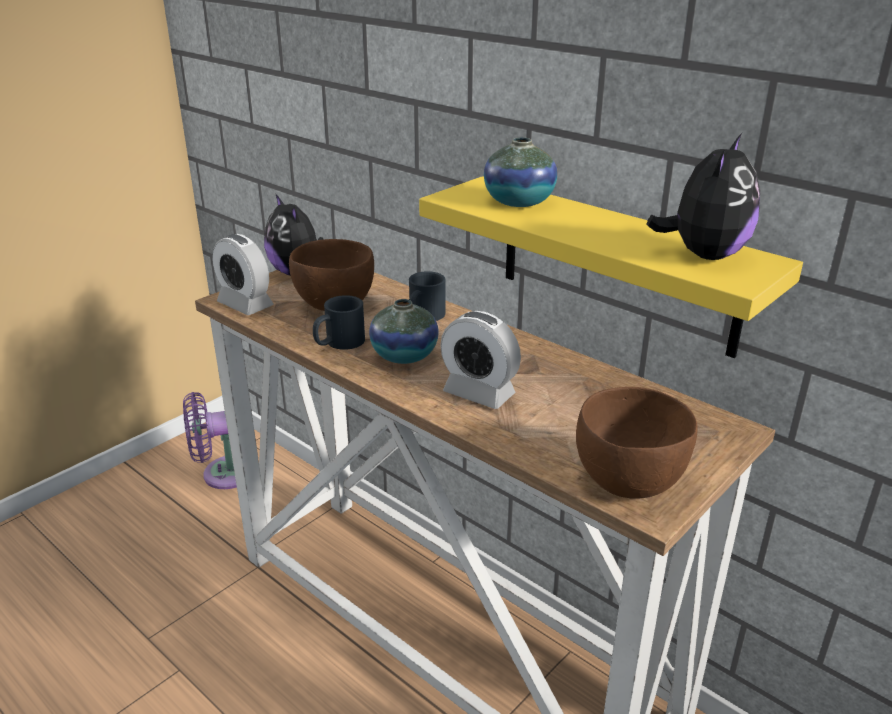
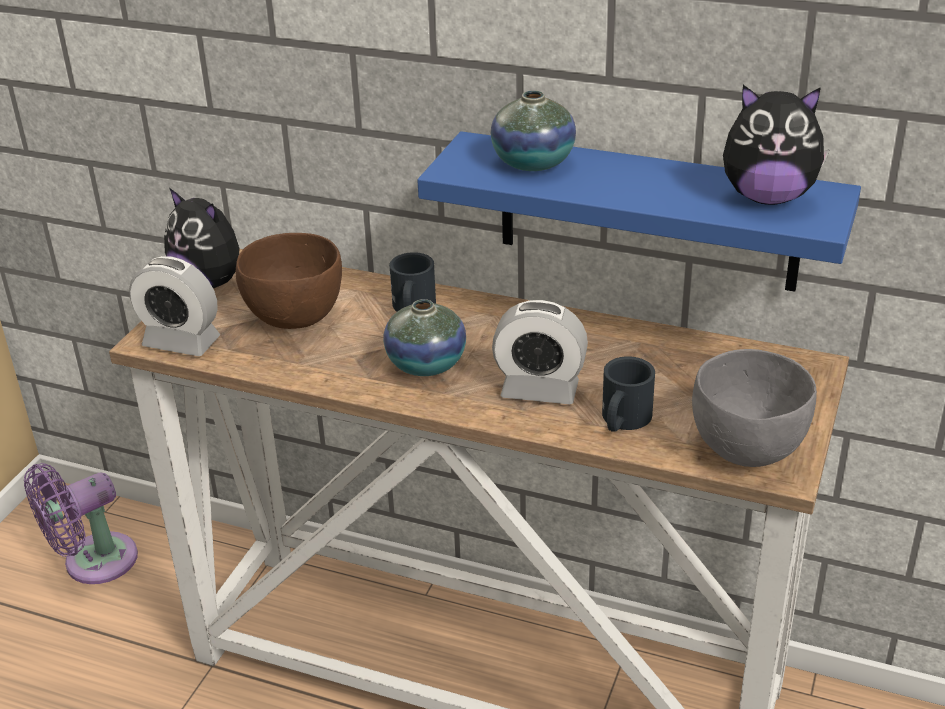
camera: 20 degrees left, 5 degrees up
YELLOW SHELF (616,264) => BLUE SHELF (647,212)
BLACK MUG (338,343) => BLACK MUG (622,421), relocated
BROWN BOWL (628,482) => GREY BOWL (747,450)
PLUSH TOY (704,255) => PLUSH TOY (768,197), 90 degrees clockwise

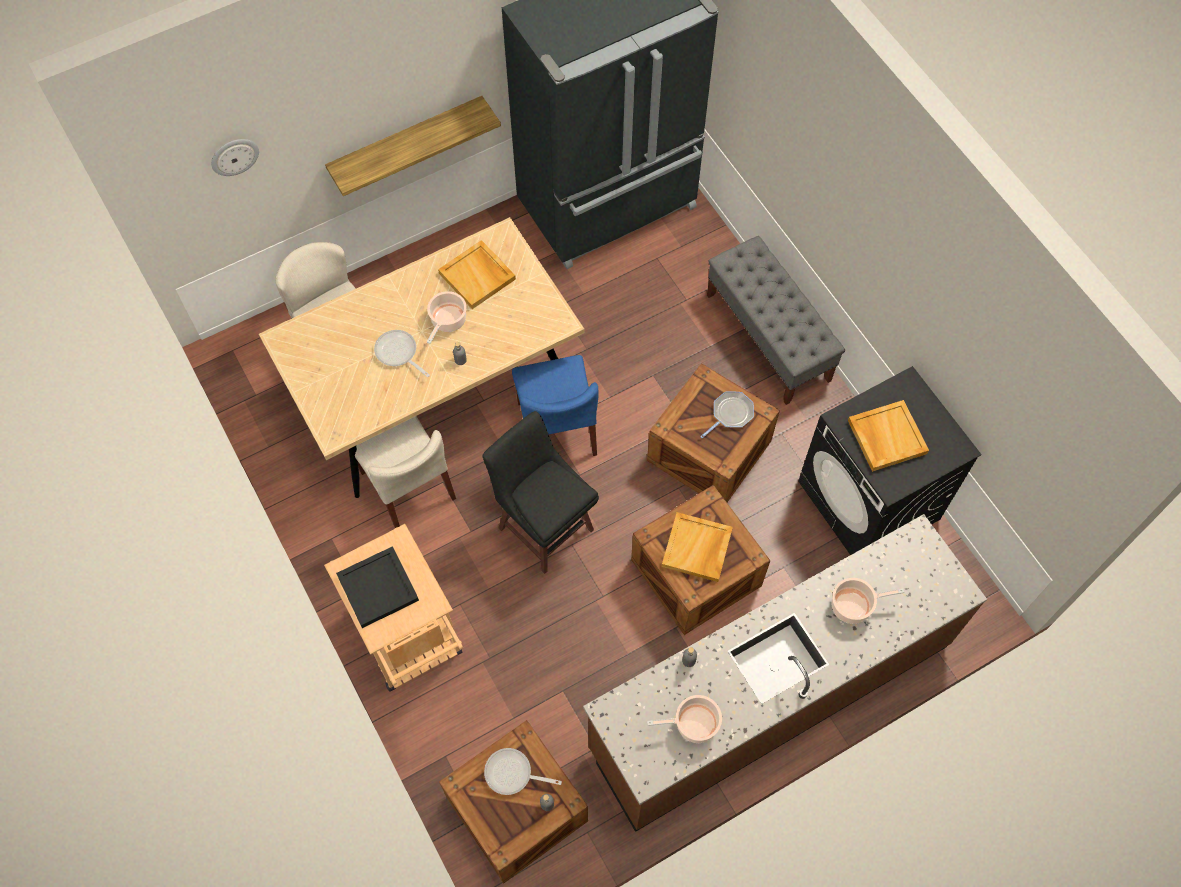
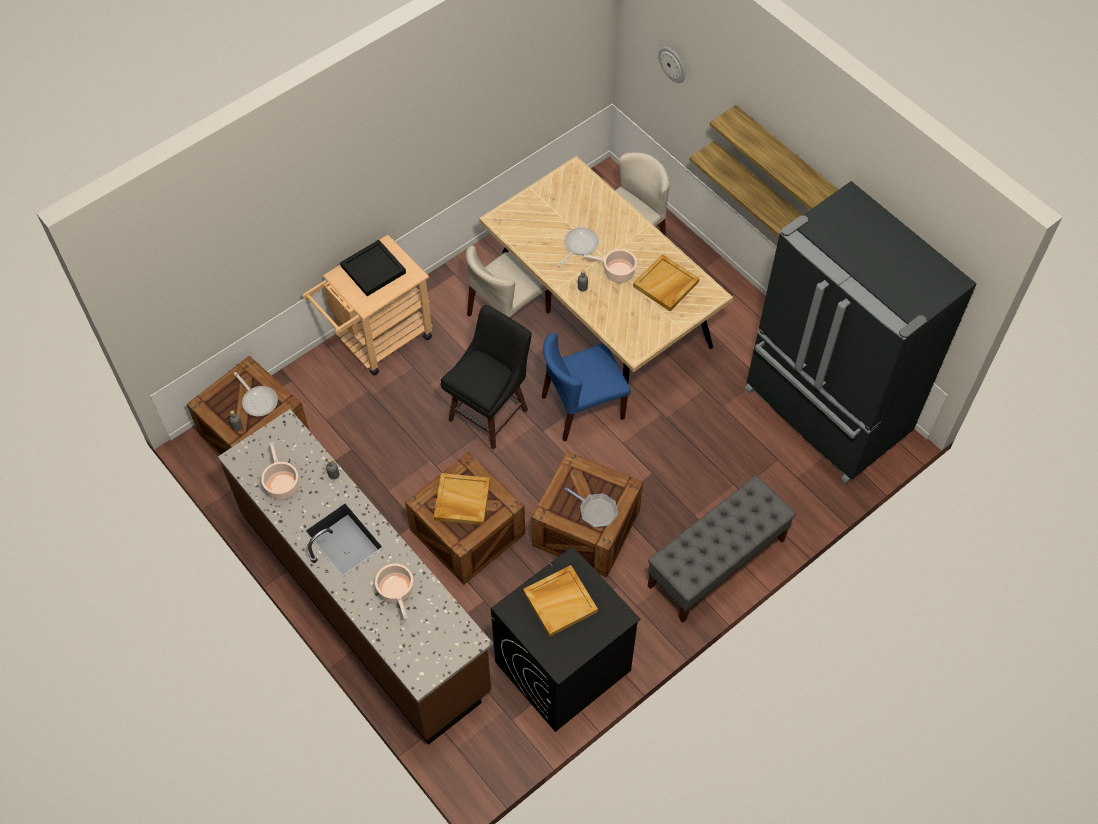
camera: 80 degrees right, 5 degrees down
FRYING PAN (512,774) => FRYING PAN (258,400), 135 degrees clockwise
nothing => SHELF (788,161)

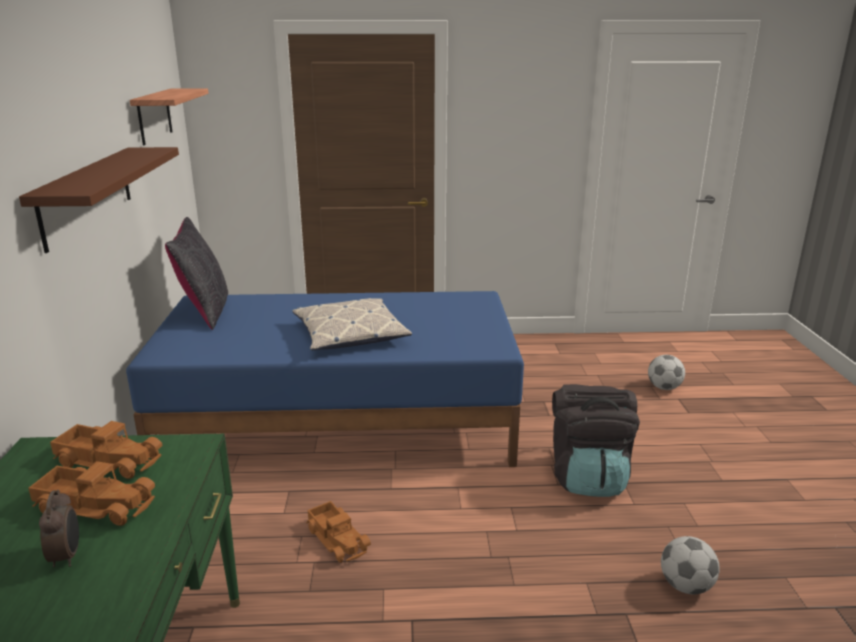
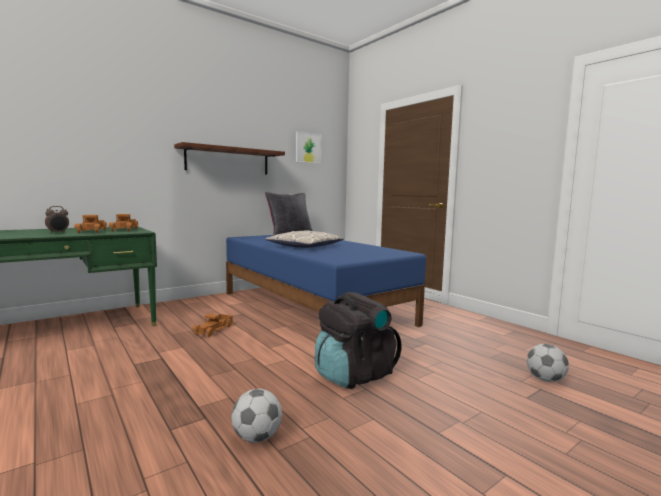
camera: 55 degrees right, 15 degrees down
SHELF (154,116) => PICTURE (308,148)

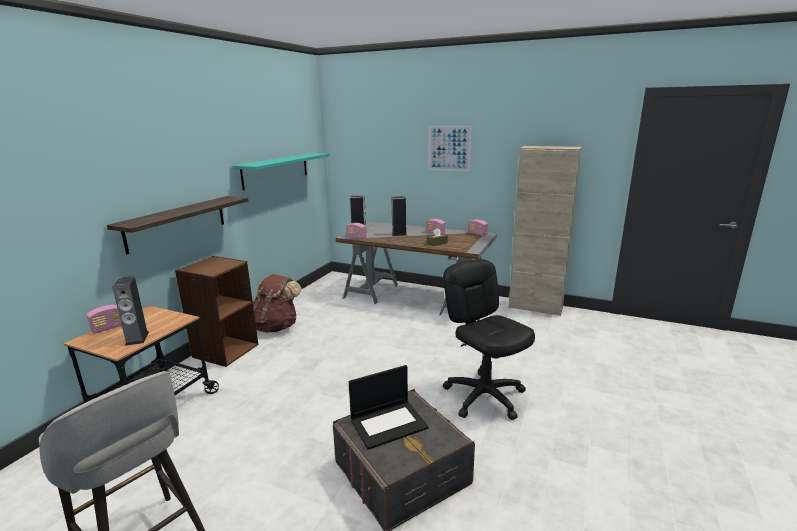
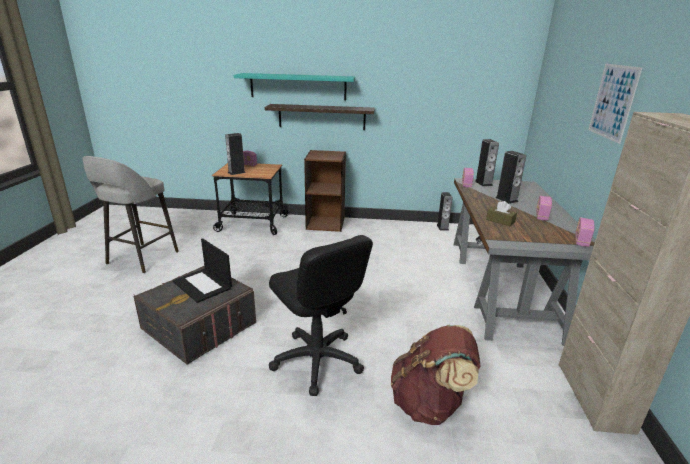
camera: 70 degrees right, 5 degrees up
TURQUOISE SHELF (276,170) => TURQUOISE SHELF (298,86), relocated
BLACK OFFICE CHAIR (484,396) => BLACK OFFICE CHAIR (317,361), 105 degrees clockwise
BROWN BACKPACK (276,327) => BROWN BACKPACK (430,404), relocated
nothing => SPEAKER (442,227)

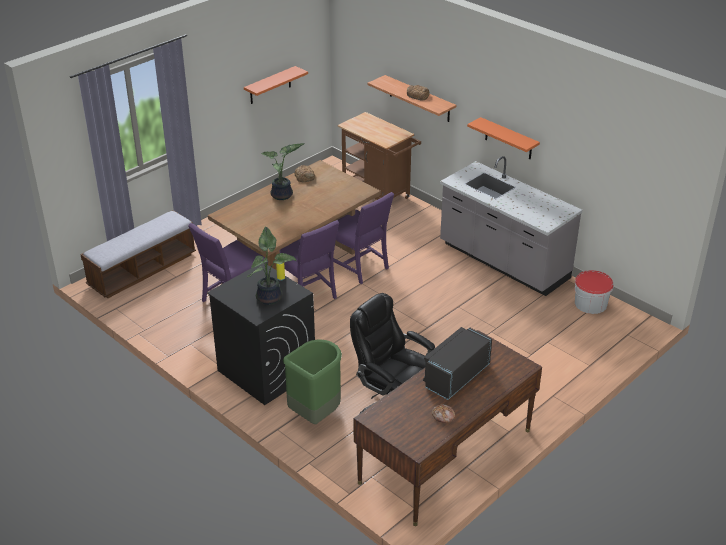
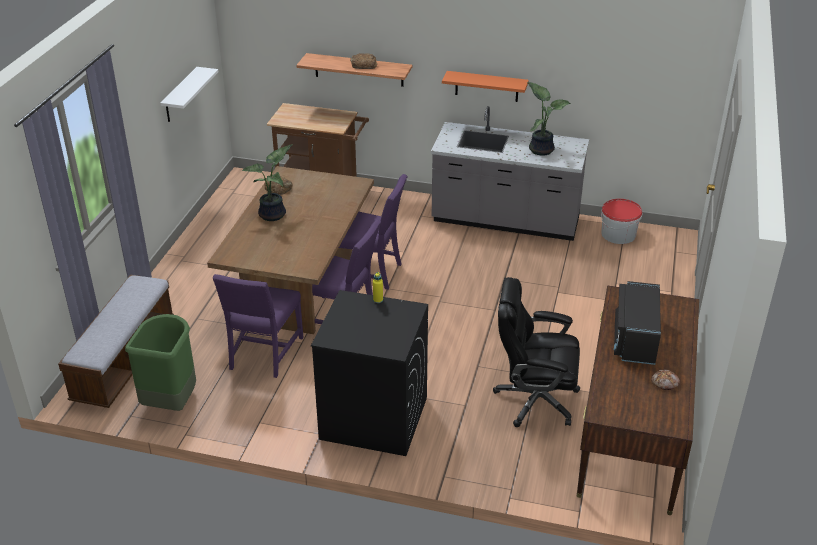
camera: 30 degrees left, 0 degrees up
GREEN TRASH CAN (315,414) => GREEN TRASH CAN (171,402), relocated
ORANGE SHELF (270,85) => WHITE SHELF (180,95)
POTTED PLANT (270,297) => POTTED PLANT (541,149), relocated

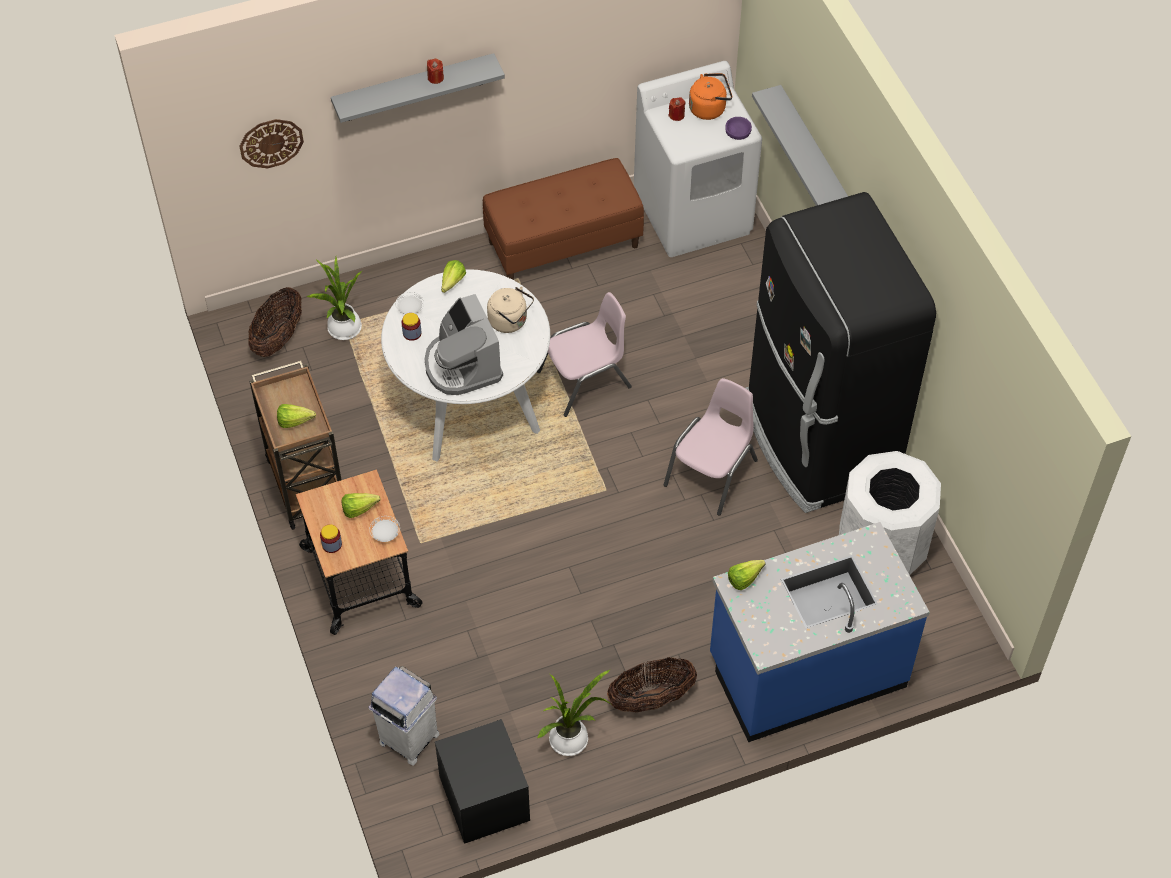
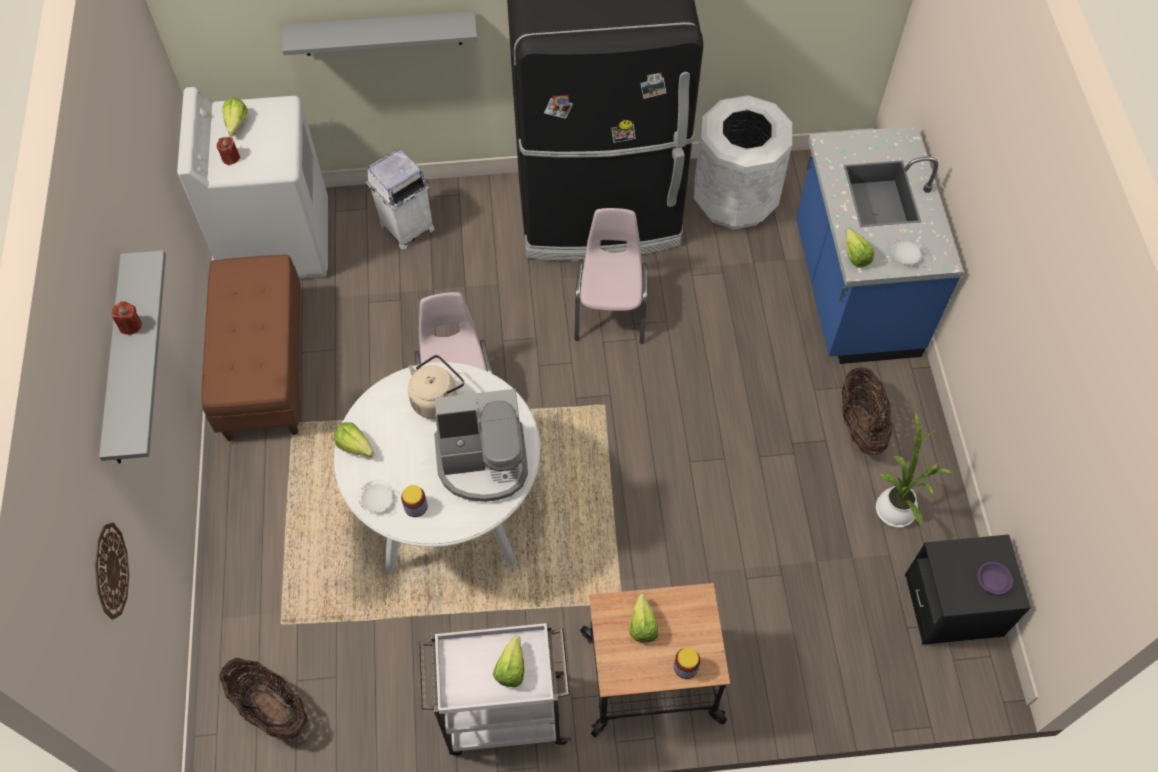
camera: 75 degrees left, 5 degrees up
ORANGE KETTLE (709,108) => LETTUCE (235,127)
WHITE TRASH CAN (408,738) => WHITE TRASH CAN (406,228), relocated
BROWN CART (306,483) => WHITE CART (502,715)
PINK CHAIR (712,473) => PINK CHAIR (611,308), 45 degrees clockwise
WHITE PLATE (385,534) => WHITE PLATE (905,256), relocated
PURPLE BOWL (738,131) => PURPLE BOWL (992,581), relocated
POTTED PLANT (343,330) => nothing

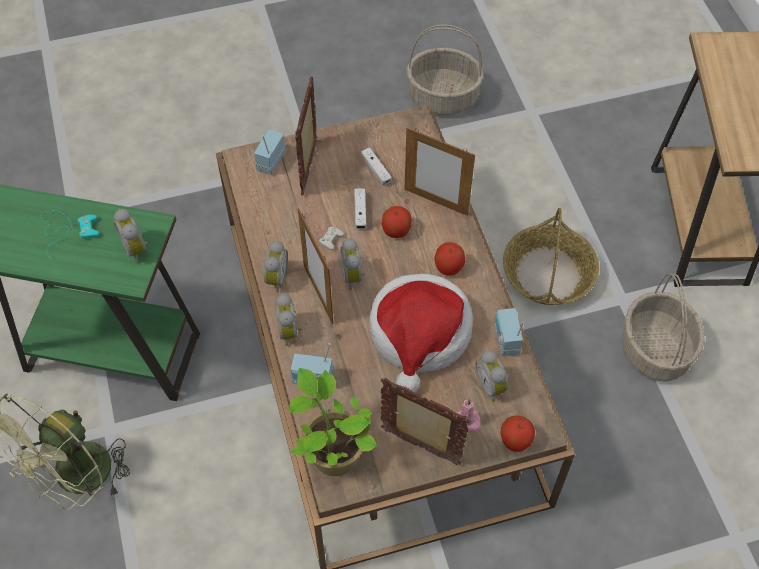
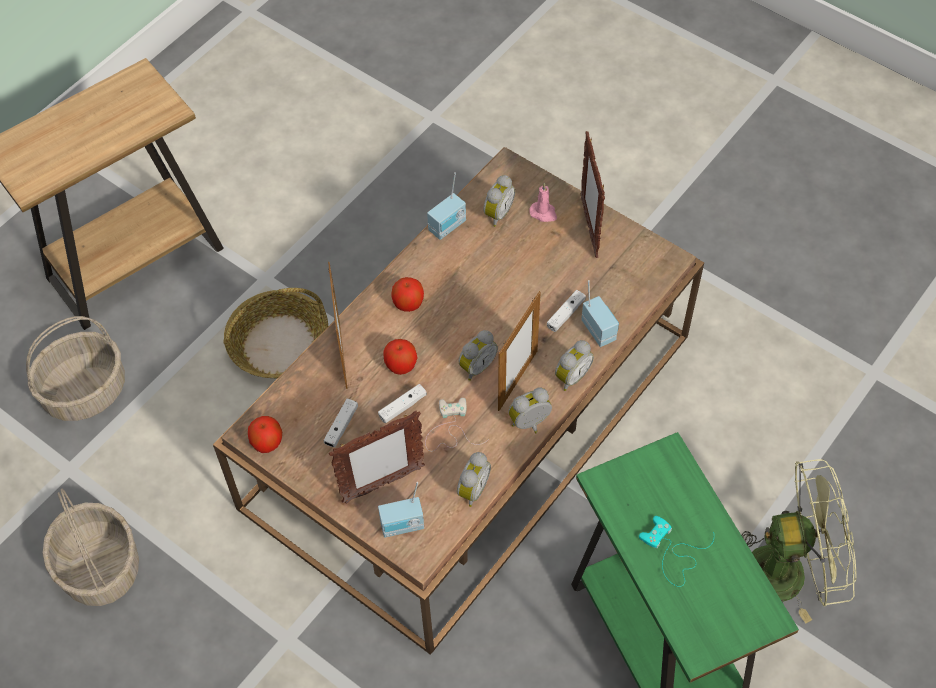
camera: 125 degrees left, 0 degrees up
BASKET (656,351) => BASKET (86,390), relocated
APPLE (515,440) => APPLE (267,443), relocated
ALARM CLOCK (137,248) => ALARM CLOCK (471,489), relocated
nothing => WHITE GAME CONTROLLER (565,314)
POTTED PLANT (332,453) => nothing
HAT (419,335) => nothing

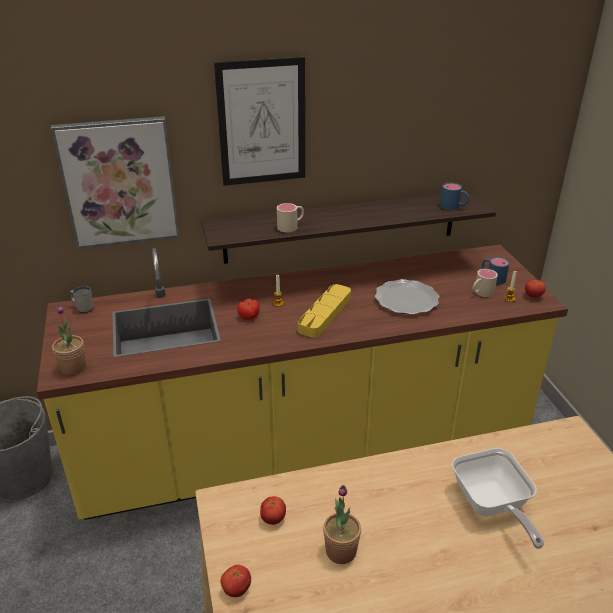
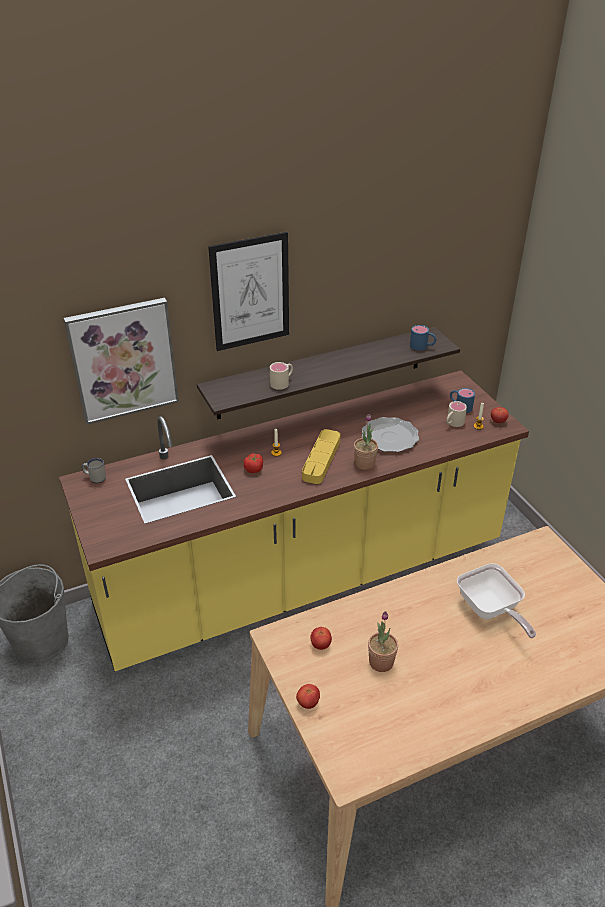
camera: 10 degrees left, 5 degrees up
POTTED PLANT (73,367) => POTTED PLANT (364,463), relocated

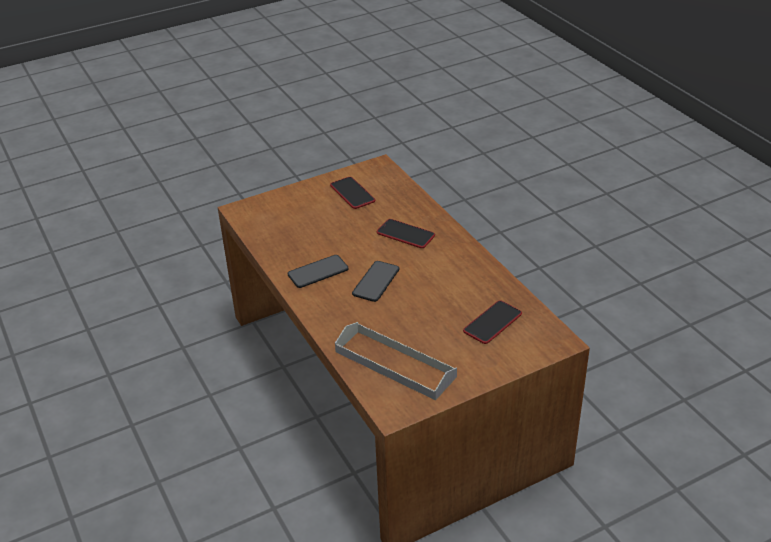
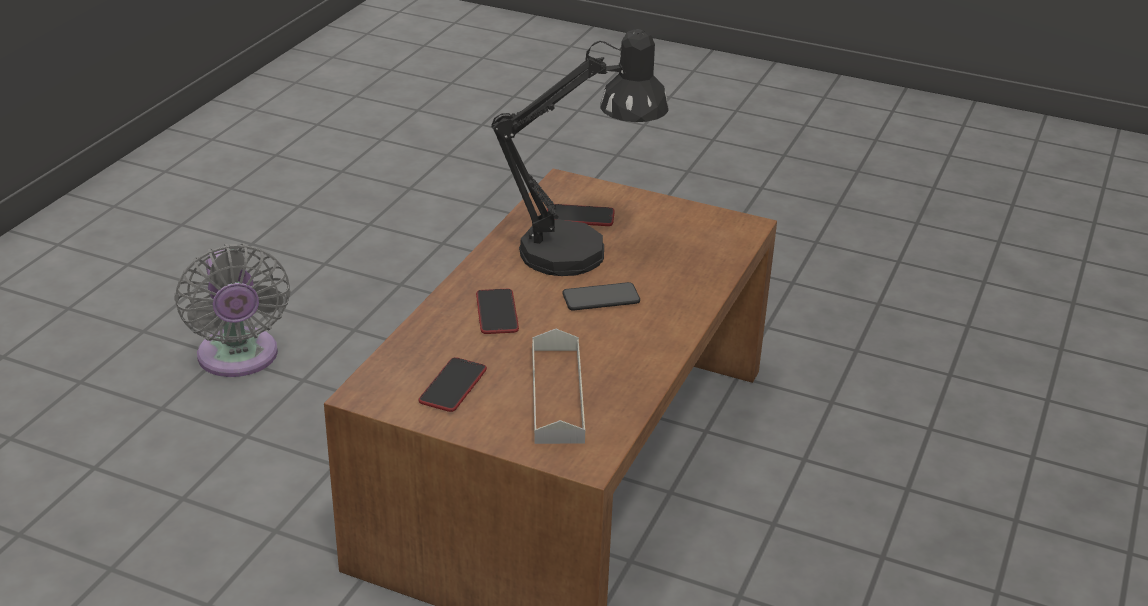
camera: 130 degrees left, 5 degrees down
nothing => GREY FAN (239,359)
nothing => BLACK TABLE LAMP (581,252)
GREY TRAY (395,364) => GREY TRAY (557,394), relocated
PHONE (318,272) => nothing

